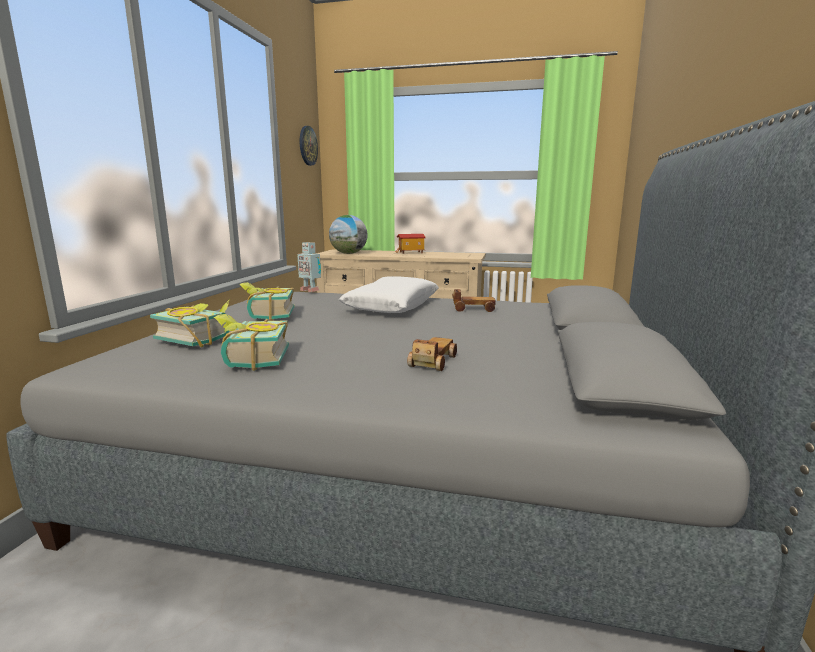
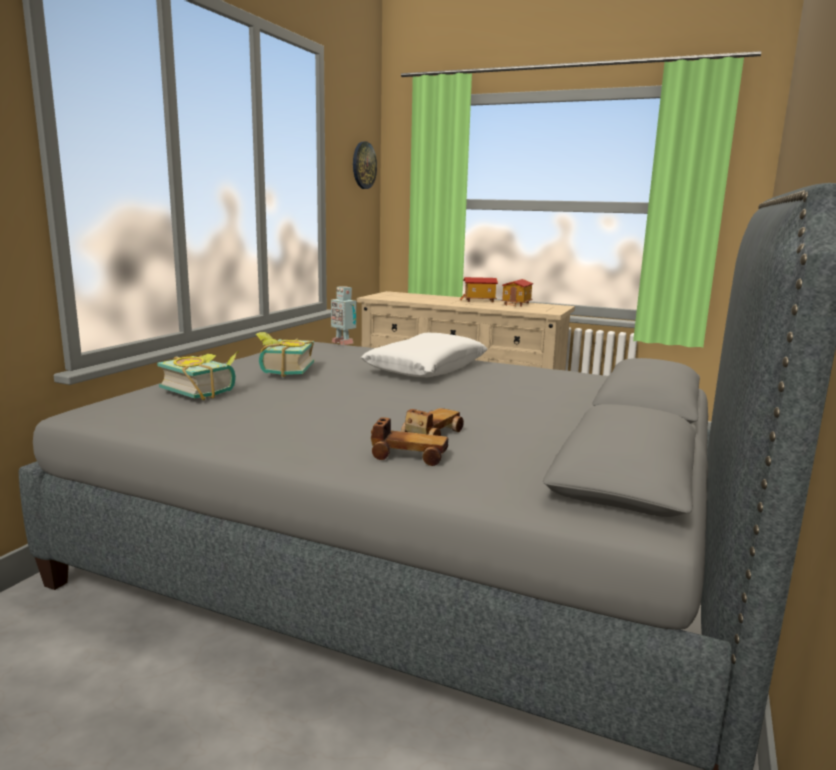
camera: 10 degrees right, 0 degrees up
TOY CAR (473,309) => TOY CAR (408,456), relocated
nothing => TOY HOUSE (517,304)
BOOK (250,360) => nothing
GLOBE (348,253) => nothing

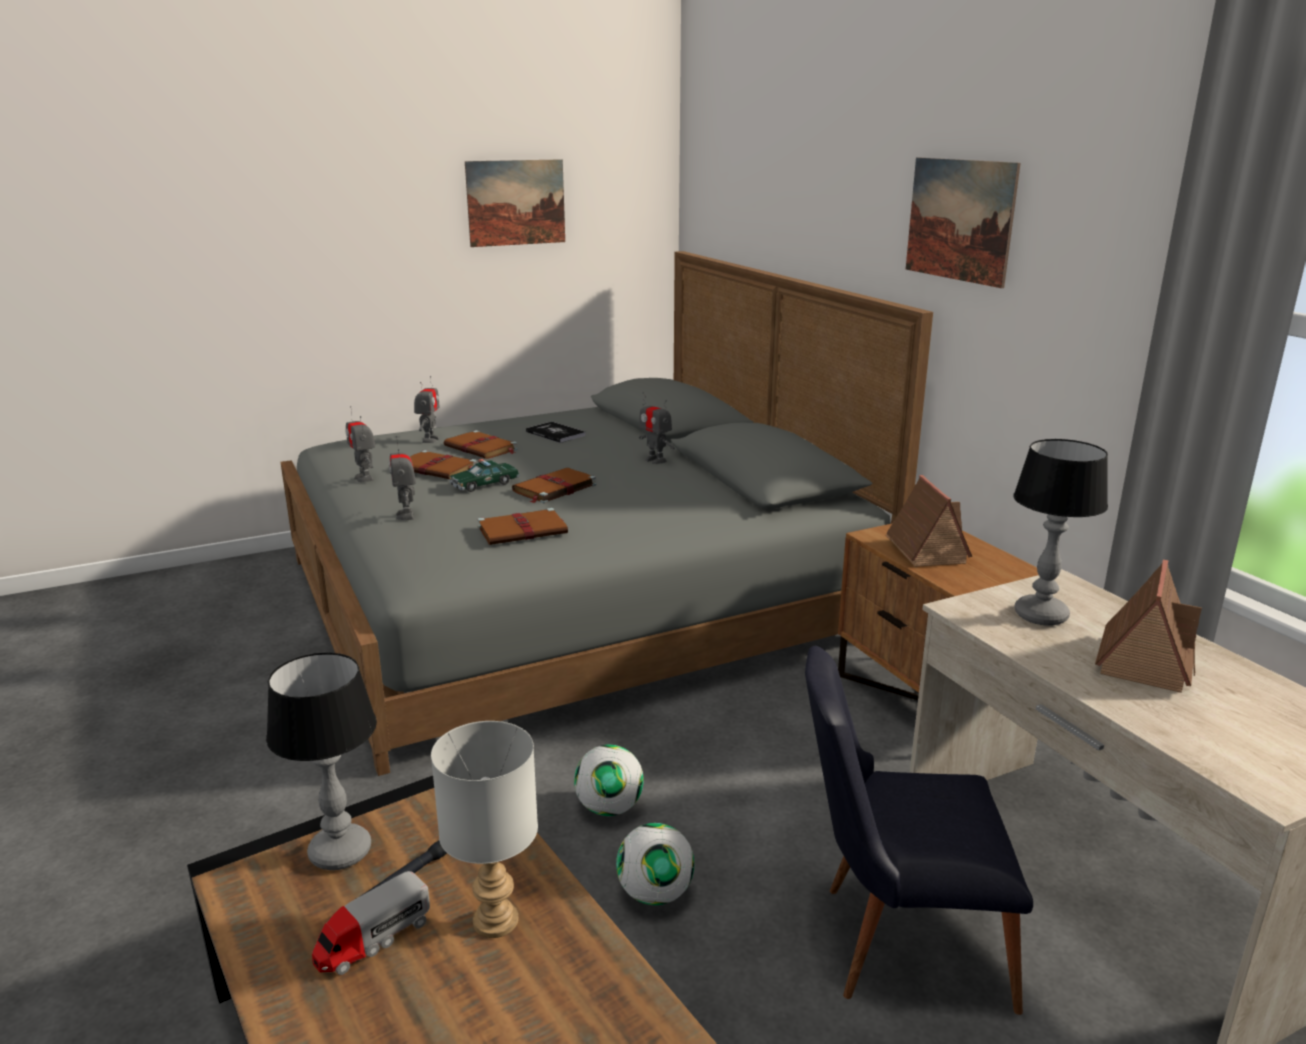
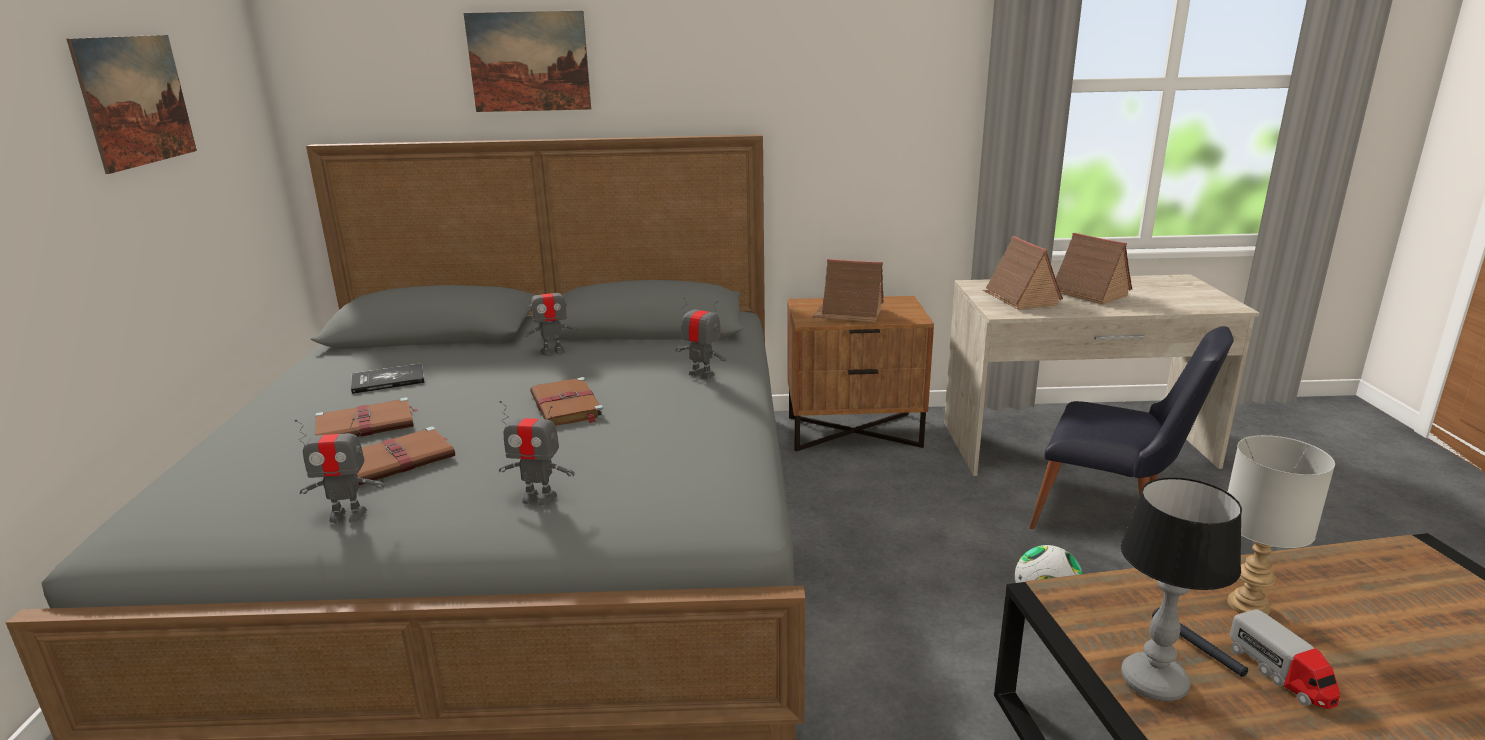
camera: 65 degrees left, 0 degrees up
PICTURE (959,220) => PICTURE (529,62), relocated
TOY ROBOT (430,440) => TOY ROBOT (702,374), relocated
TABLE LAMP (1039,615) => TOY HOUSE (1020,298)
BLACK CHAIR (895,941) => BLACK CHAIR (1111,521), 90 degrees counterclockwise
TOY CAR (484,484) => nothing
BROWN BOOK (524,530) => nothing
FOOTBALL (609,808) => nothing

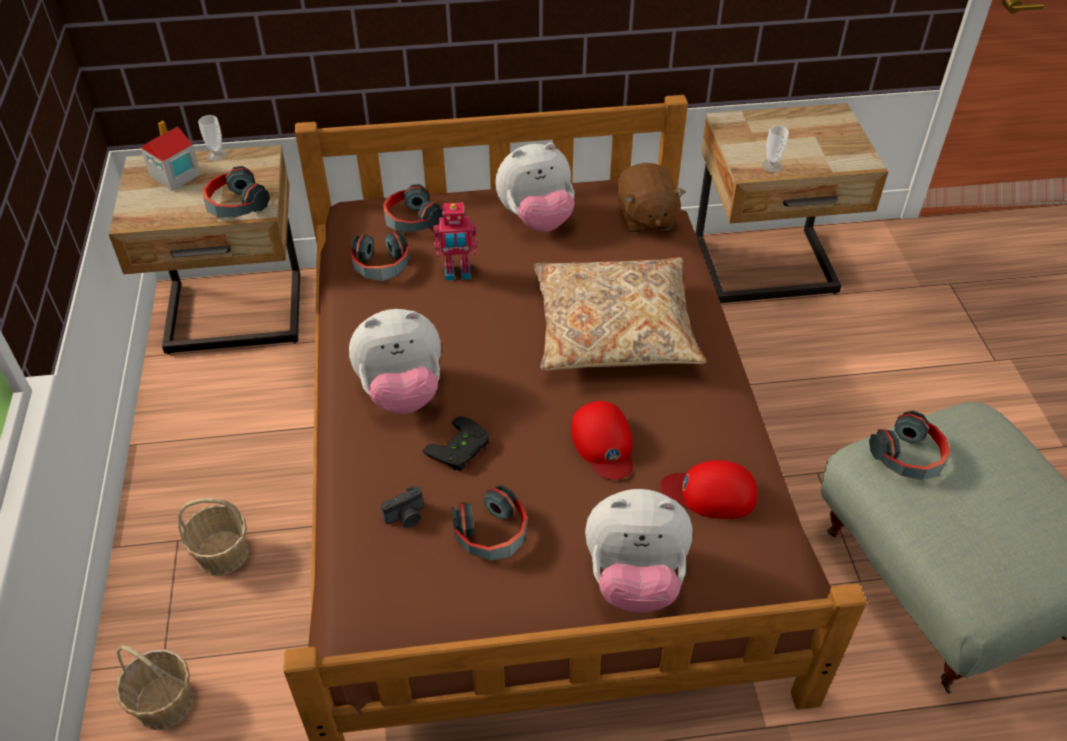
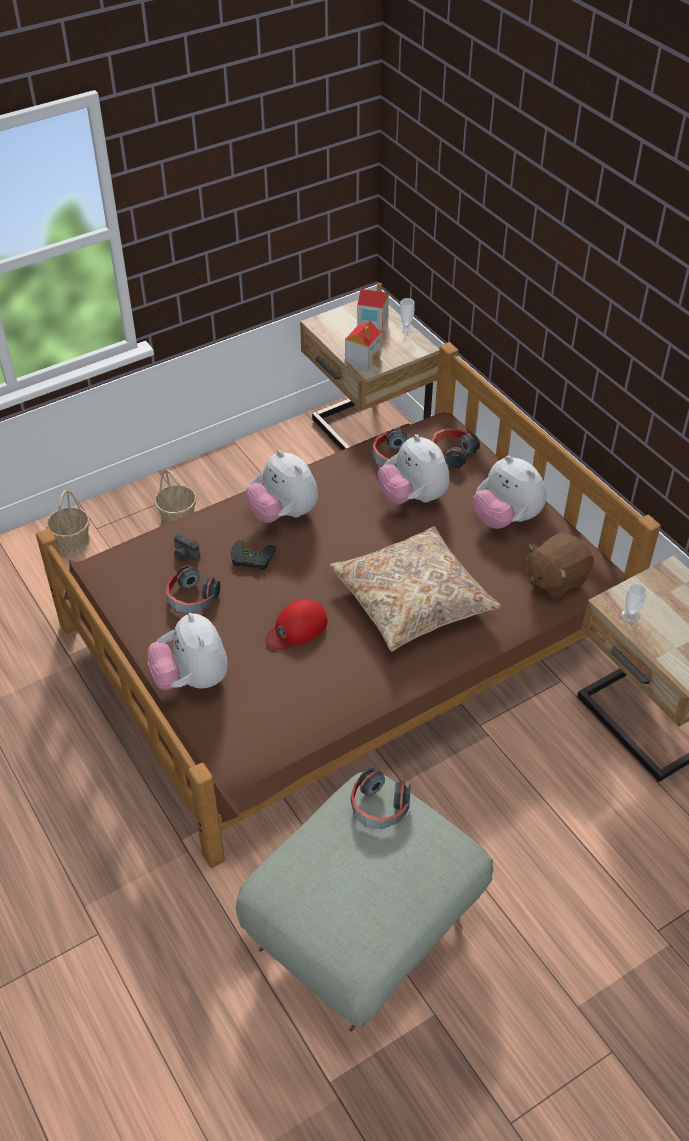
camera: 65 degrees right, 0 degrees up
HEADPHONES (235,205) => TOY HOUSE (363,357)
TOY ROBOT (457,273) => PLUSH TOY (413,497)
RED CAP (710,493) => nothing

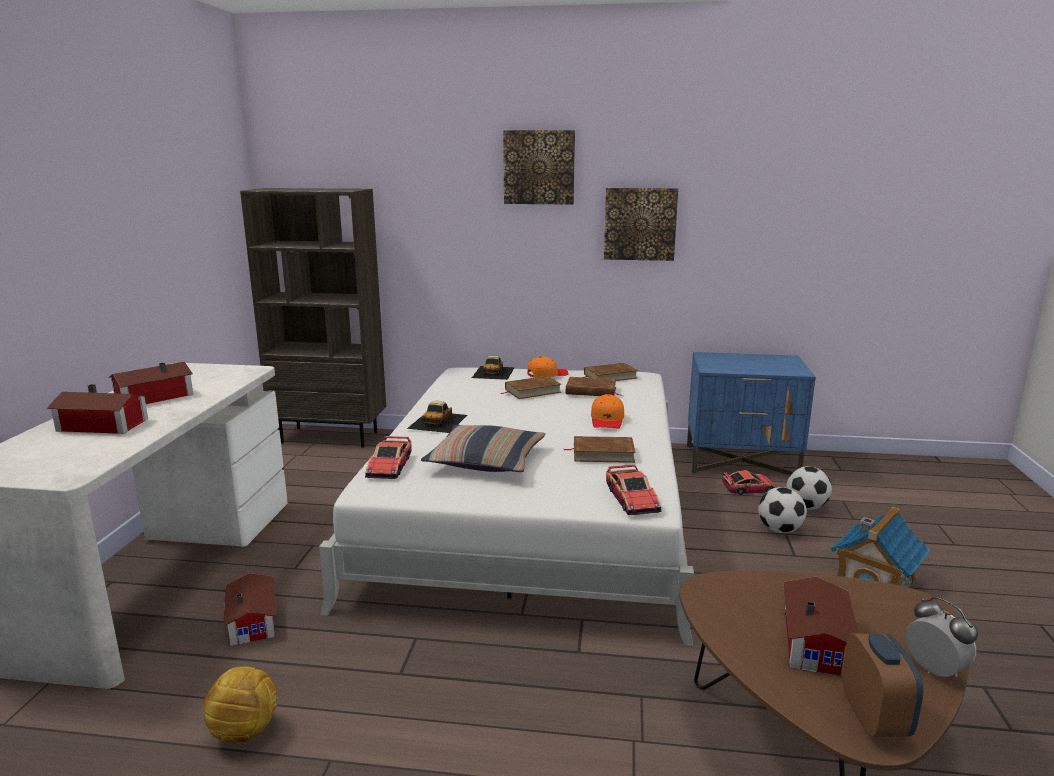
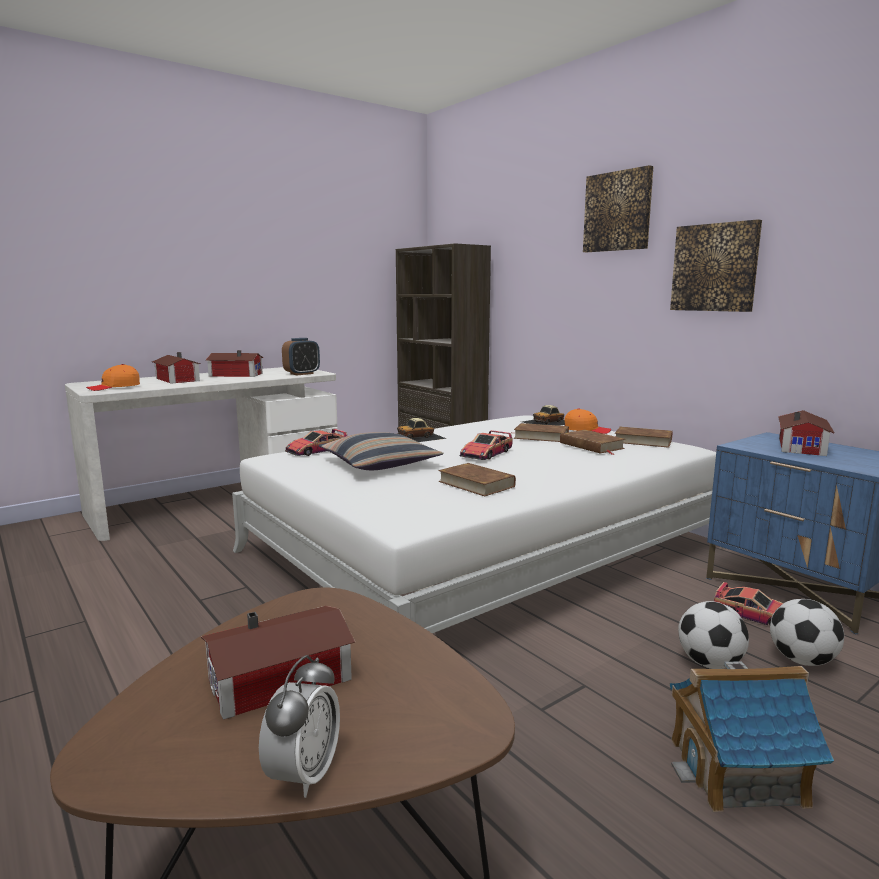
camera: 45 degrees right, 5 degrees down
ORANGE CAP (607,420) => ORANGE CAP (114,387), relocated
ALARM CLOCK (874,718) => ALARM CLOCK (302,374), relocated
TOY CAR (632,499) => TOY CAR (486,454), relocated
TOY HOUSE (254,619) => TOY HOUSE (803,446), relocated
FOOTBALL (245,731) => nothing

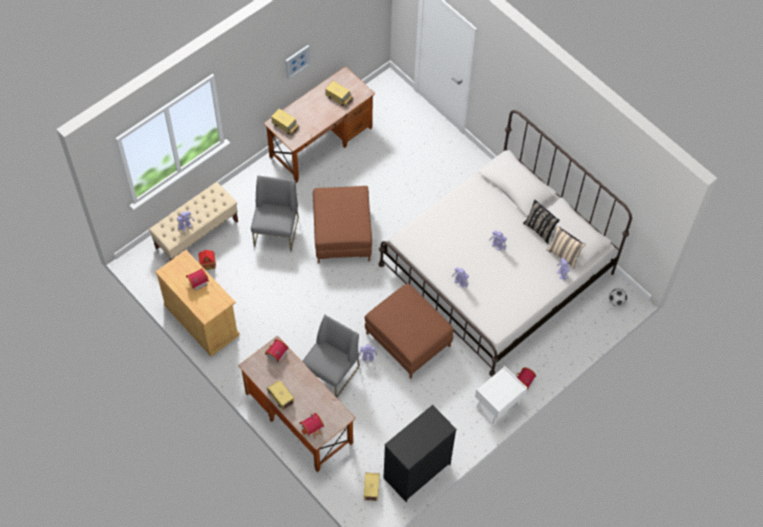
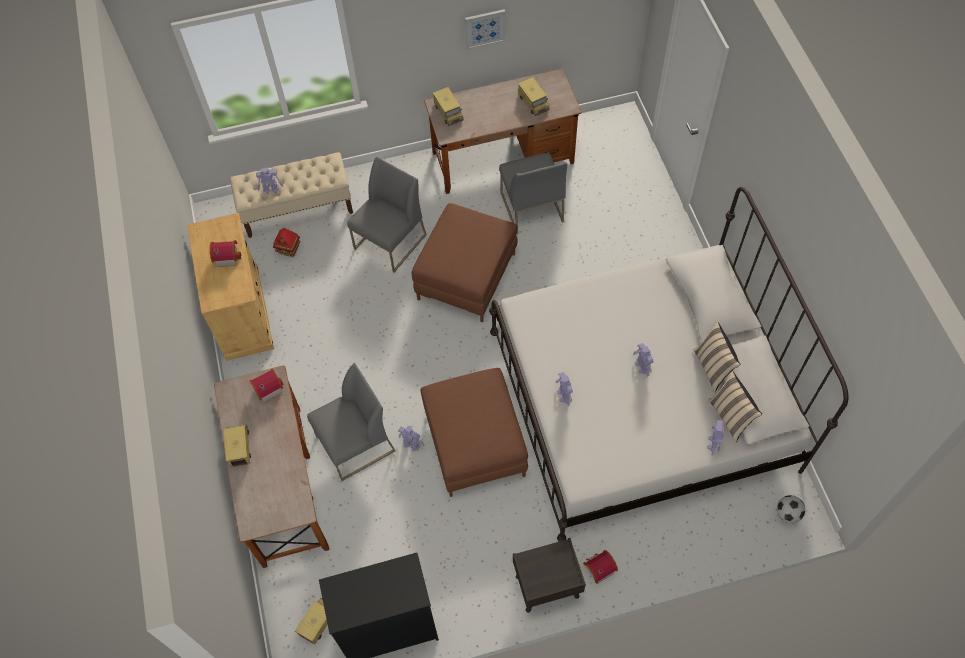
camera: 30 degrees right, 0 degrees up
nothing => GREY CHAIR (531,207)
WHITE NIGHTSTAND (498,405) => BROWN NIGHTSTAND (546,587)
BLACK PILLOW (539,229) => BEIGE PILLOW (712,368)
TOY HOUSE (313,428) => nothing

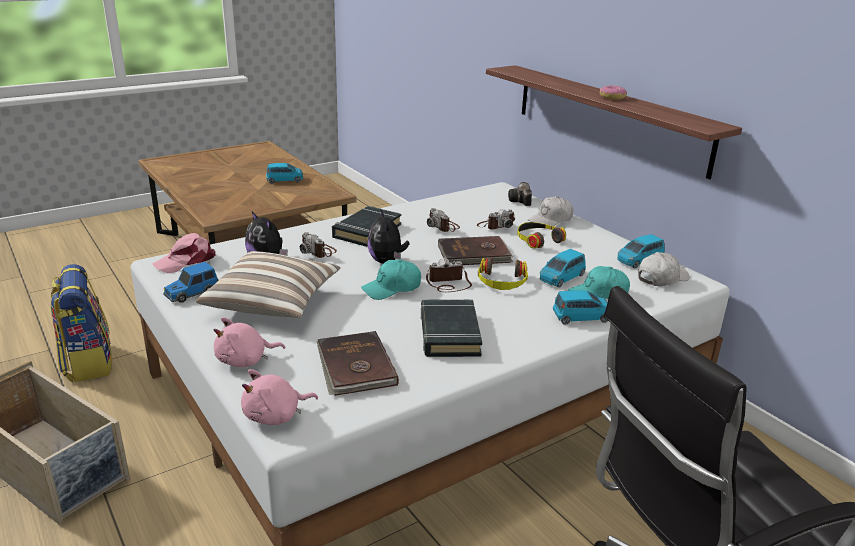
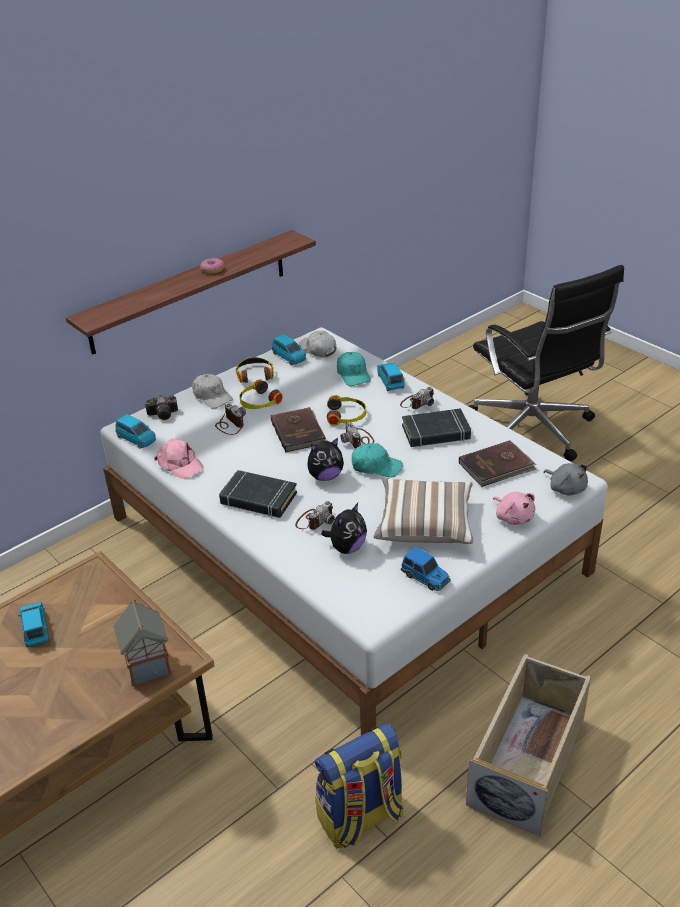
camera: 95 degrees left, 10 degrees up
nothing => TOY HOUSE (148,667)
BLUE TOY CAR (561,278) => BLUE TOY CAR (136,439), relocated
PINK CAP (186,261) => PINK CAP (179,464), relocated
nothing => HEADPHONES (255,374)
TURQUOISE CAP (392,288) => TURQUOISE CAP (376,466), 45 degrees counterclockwise
PHOTO CAMERA (443,226) => PHOTO CAMERA (417,402), relocated
PINK PLUSH TOY (275,416) => GREY PLUSH TOY (566,488)

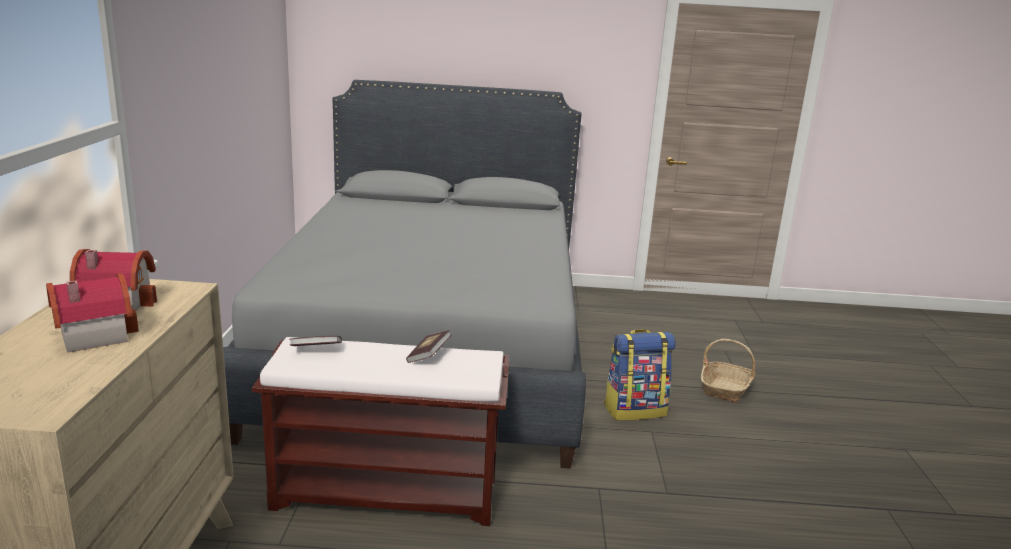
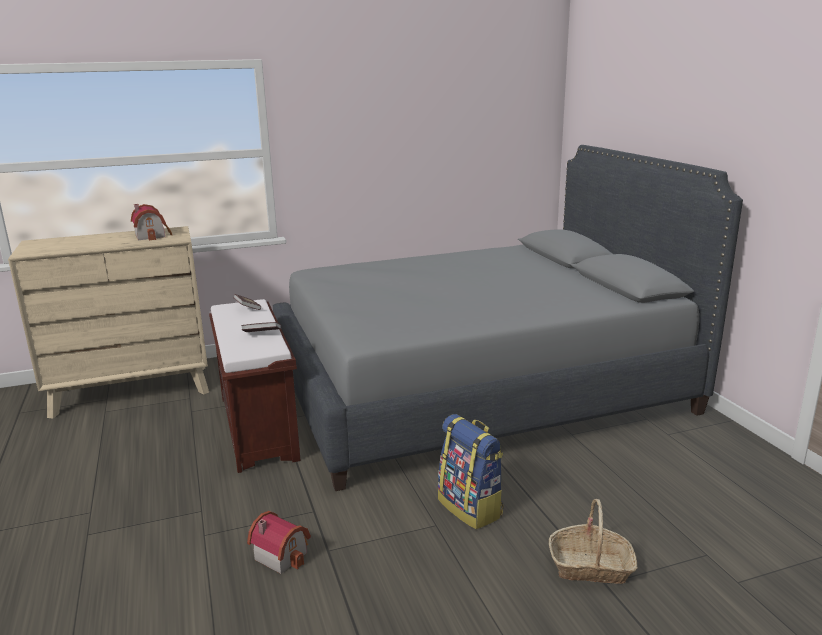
camera: 70 degrees right, 0 degrees up
TOY HOUSE (91,335) => TOY HOUSE (282,554), relocated

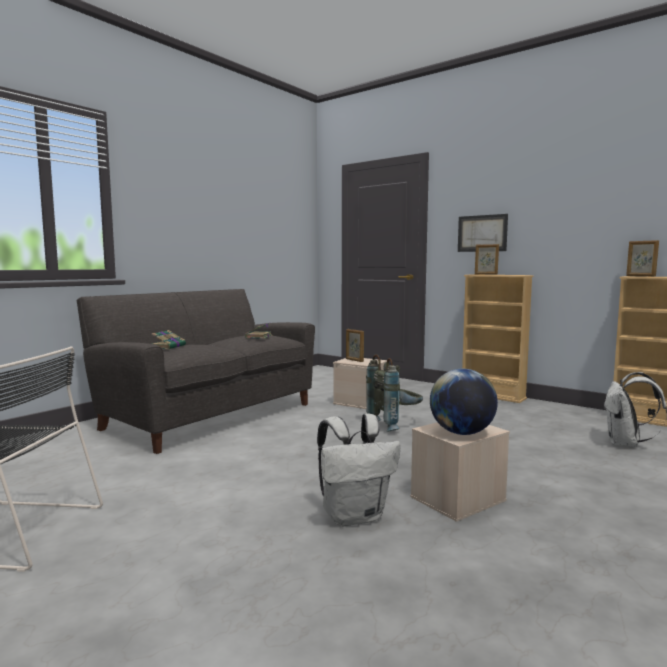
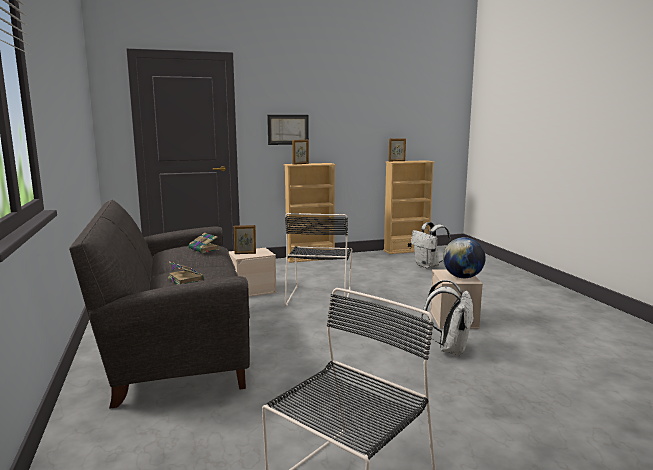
camera: 55 degrees left, 5 degrees up
GREY BACKPACK (395,424) => BLACK CHAIR (319,296)

